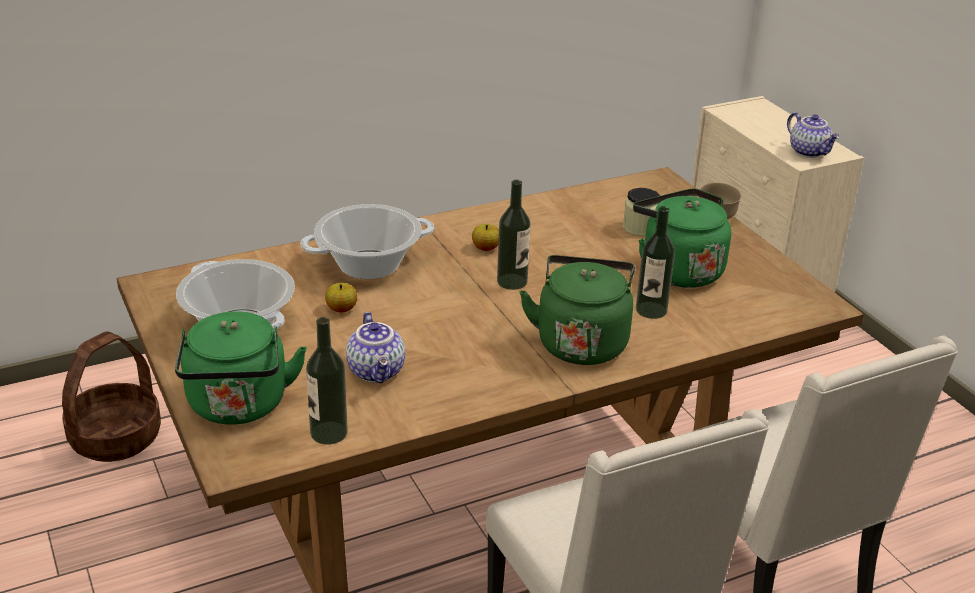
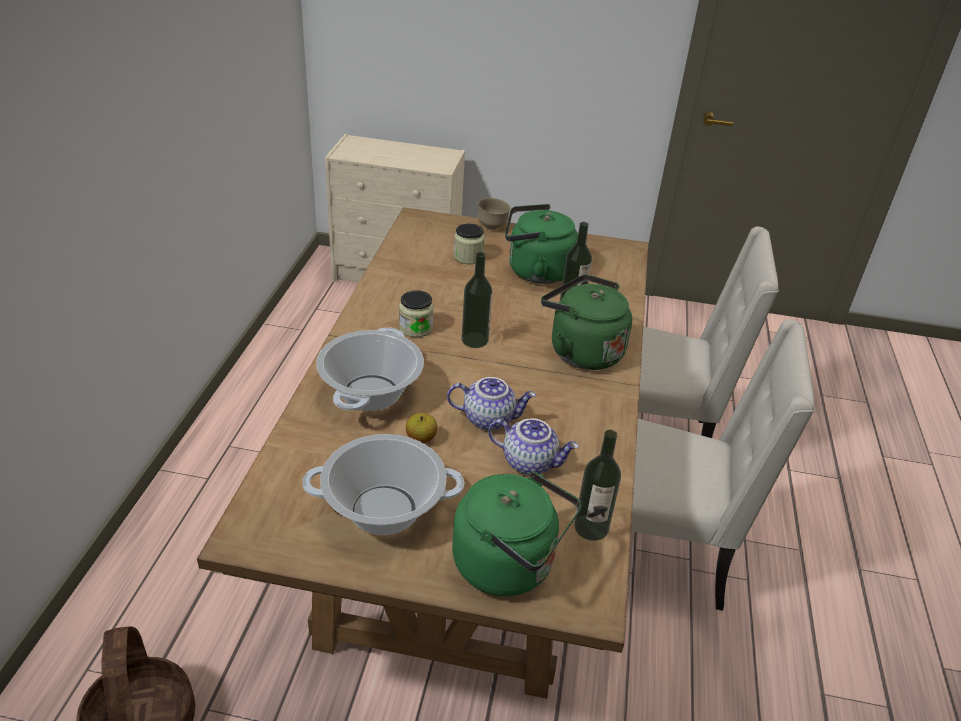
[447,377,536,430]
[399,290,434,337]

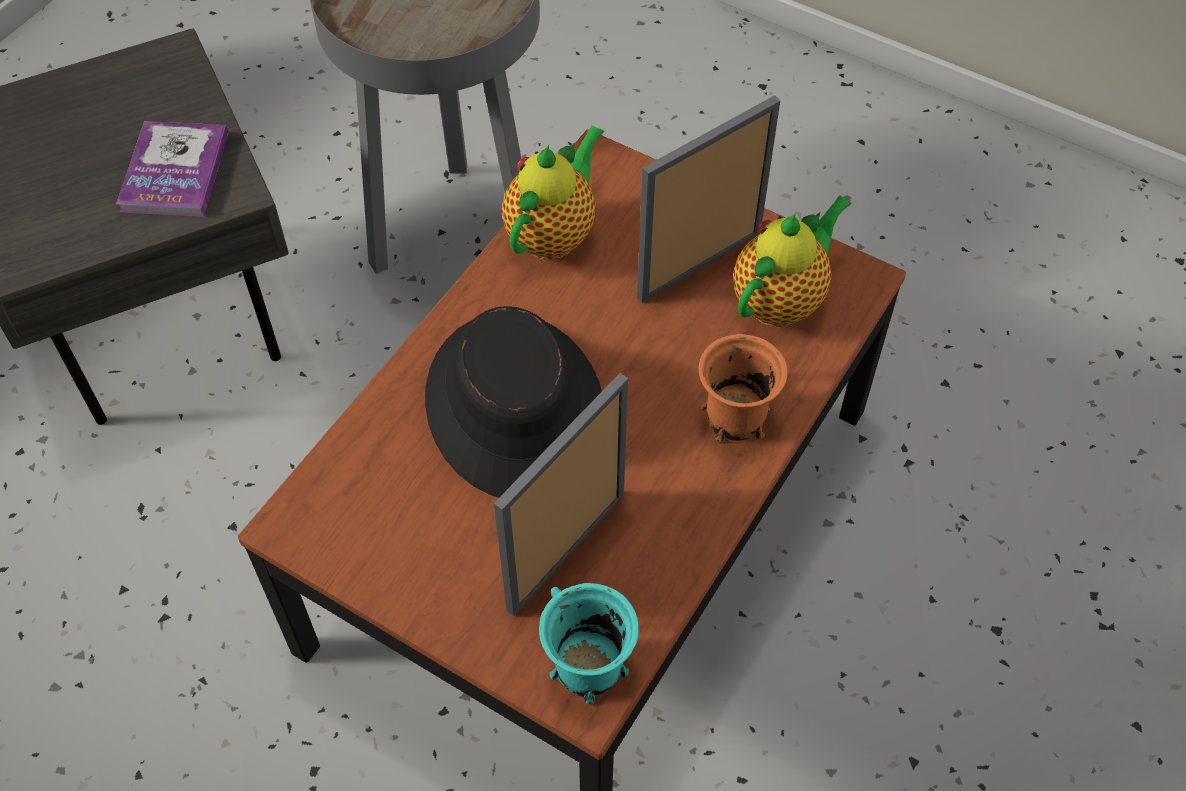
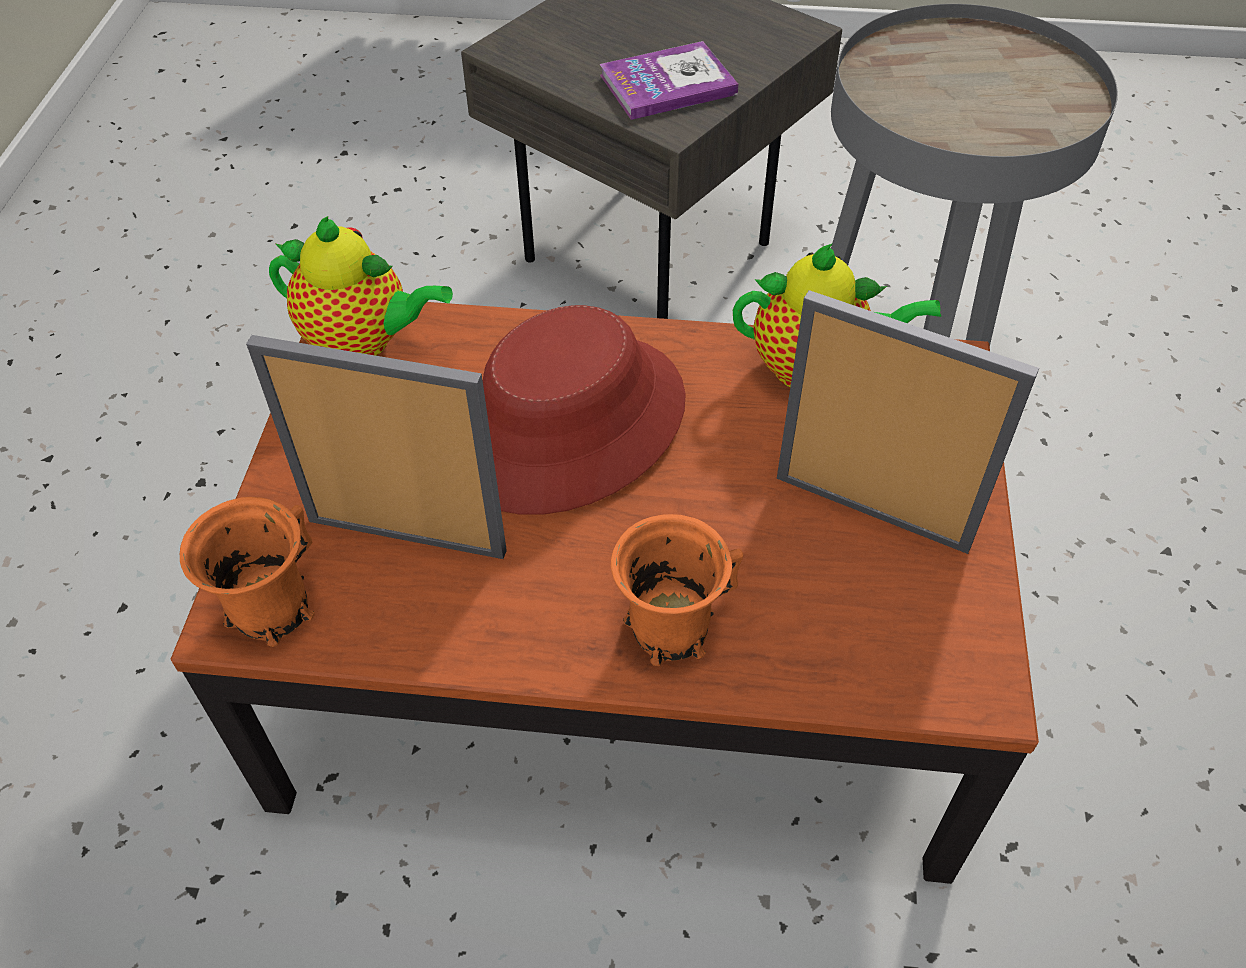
[269,216,453,356]
[483,305,686,515]
[180,497,315,647]

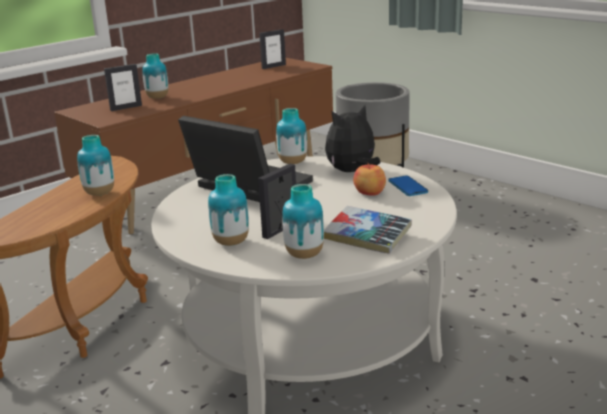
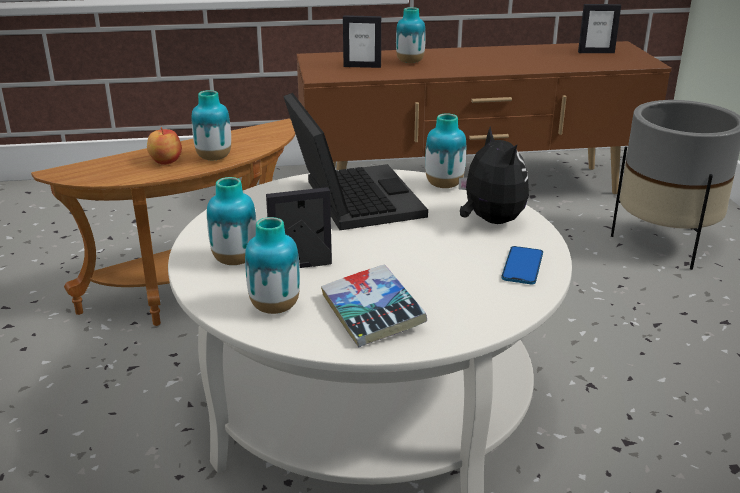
[147,127,182,165]
[459,127,529,224]

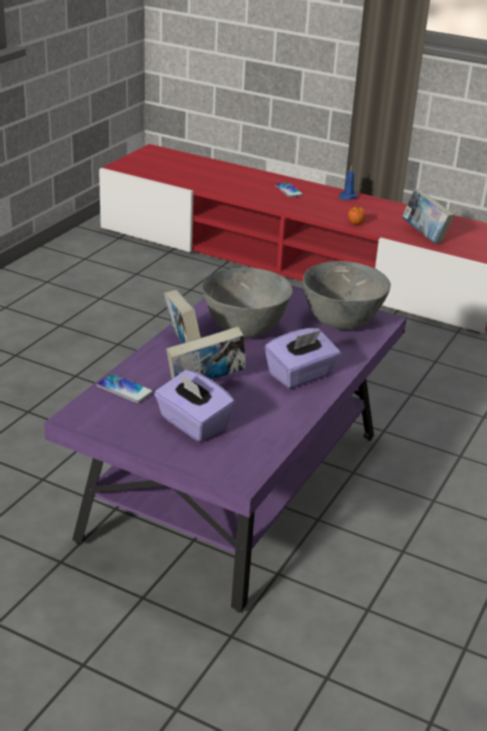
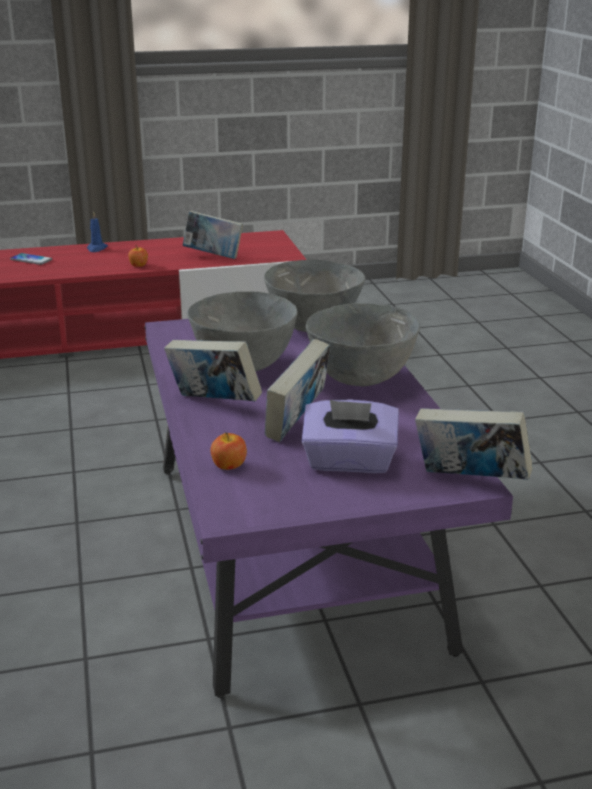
[415,408,533,480]
[211,432,247,470]
[306,303,420,387]

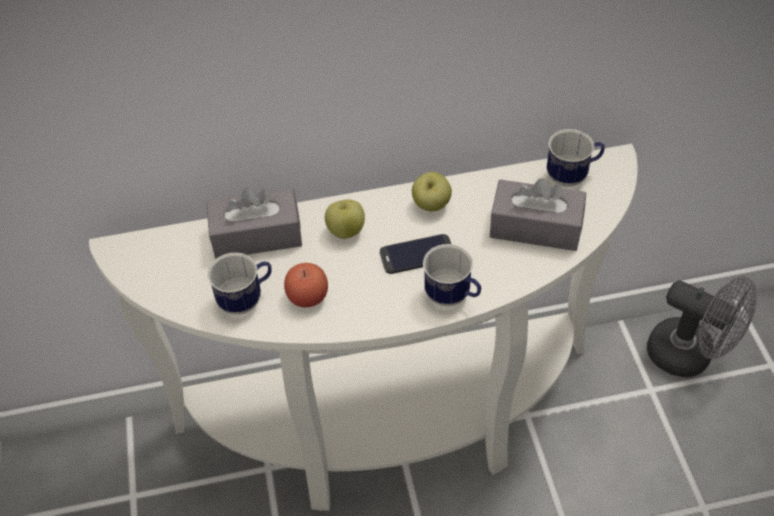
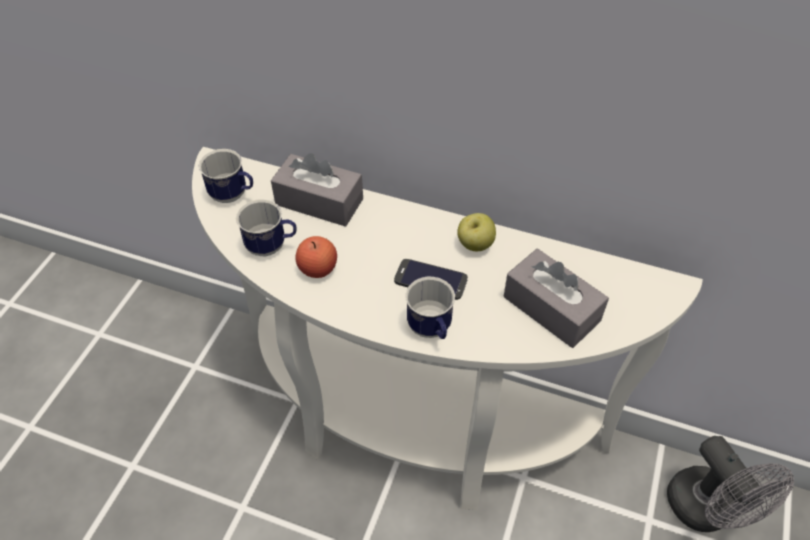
[325,200,365,239] (first image)
[199,149,253,203]

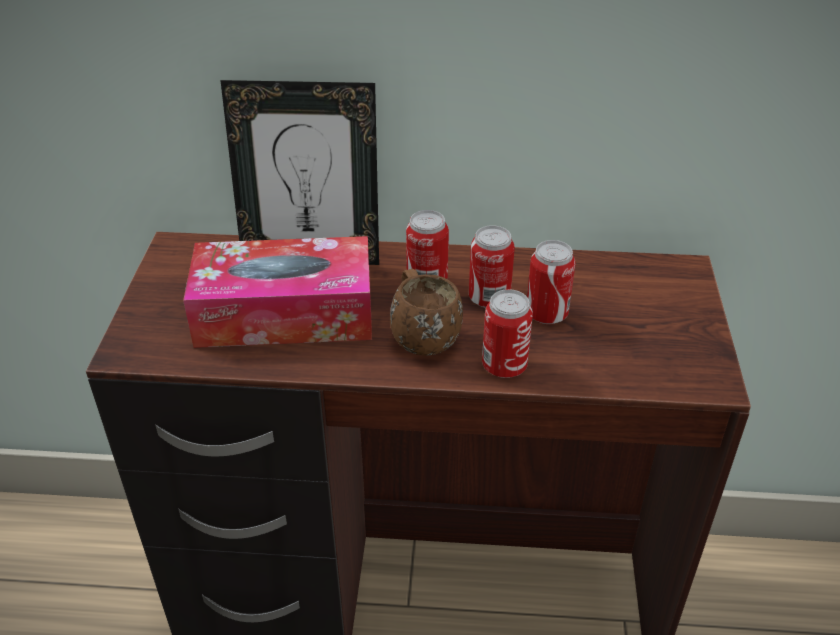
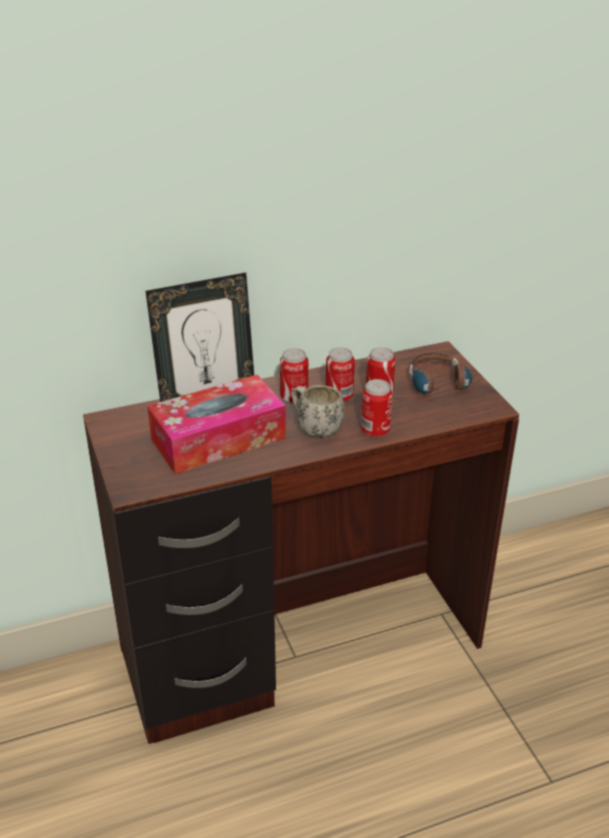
[410,353,472,401]
[291,385,345,438]

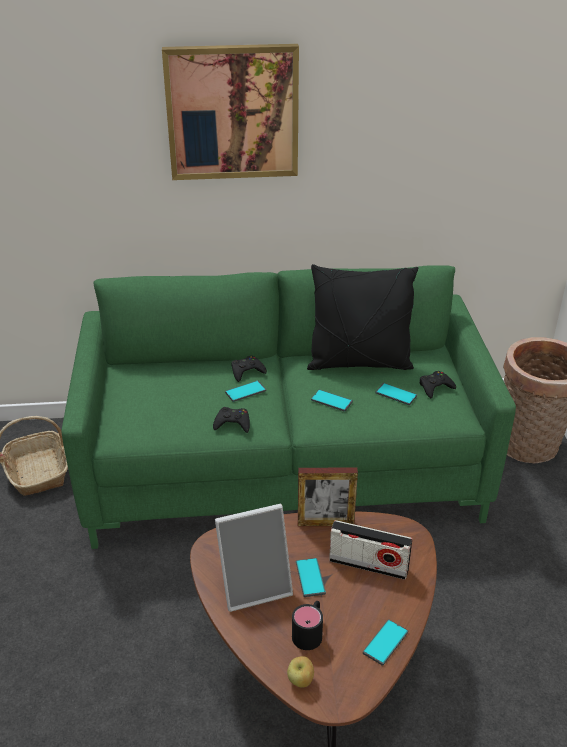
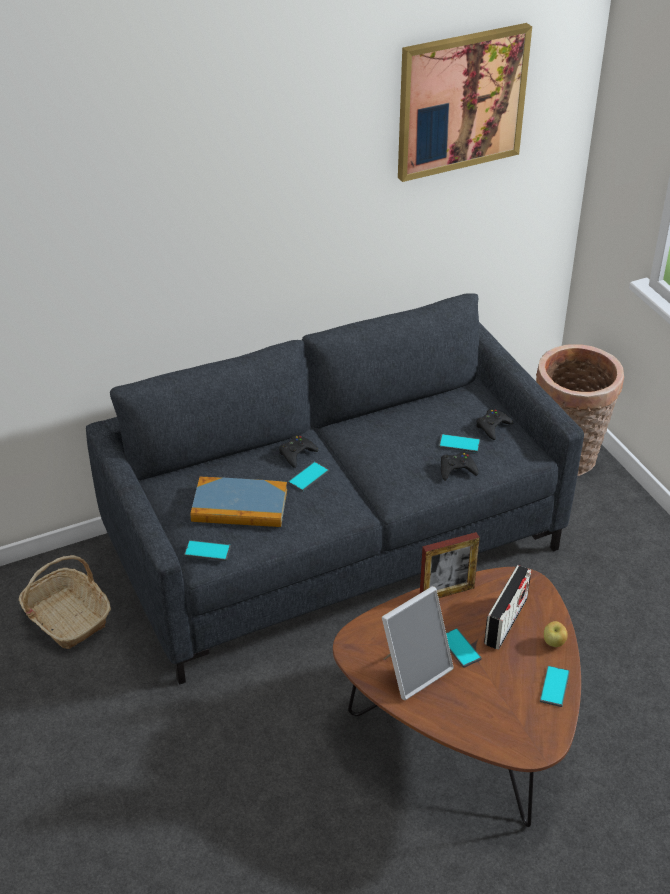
[292,601,323,650] (first image)
[307,264,418,370] (first image)
[191,477,287,527]
[398,23,532,182]
[441,452,478,481]
[544,621,568,647]
[184,540,231,561]
[86,293,584,685]
[484,565,531,650]

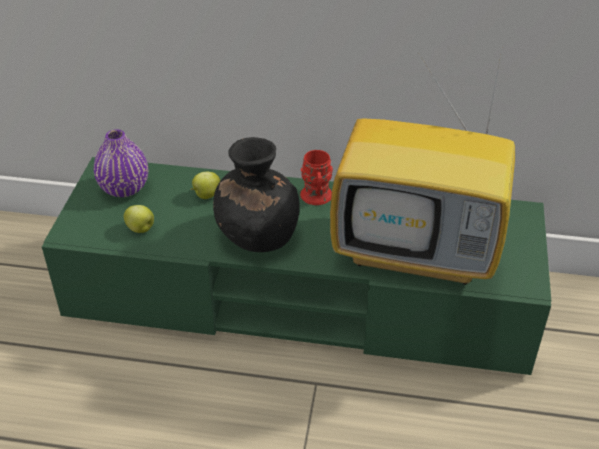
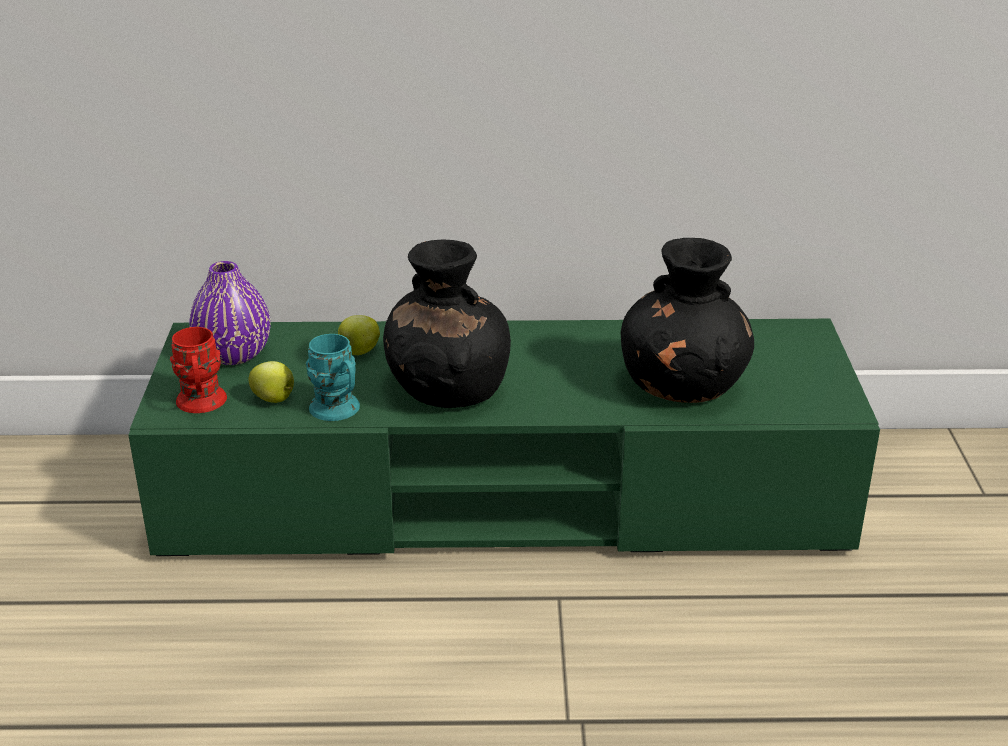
[306,334,360,421]
[170,327,227,413]
[621,238,754,403]

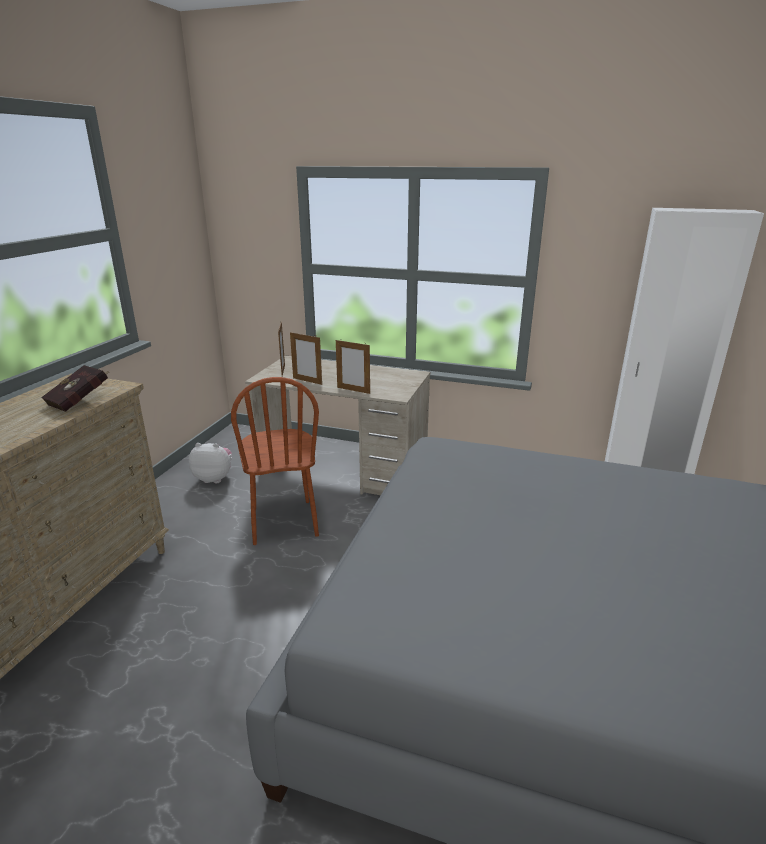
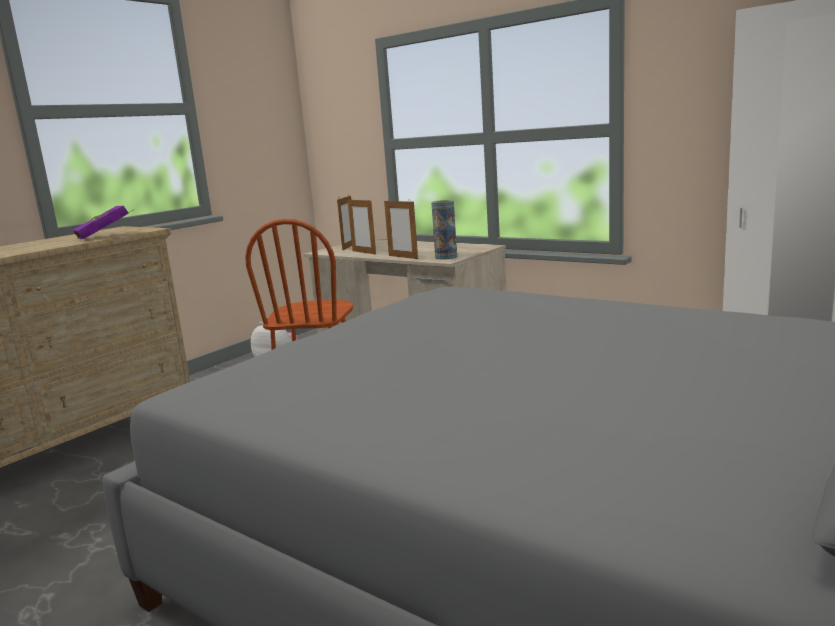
[431,200,457,260]
[72,206,133,239]

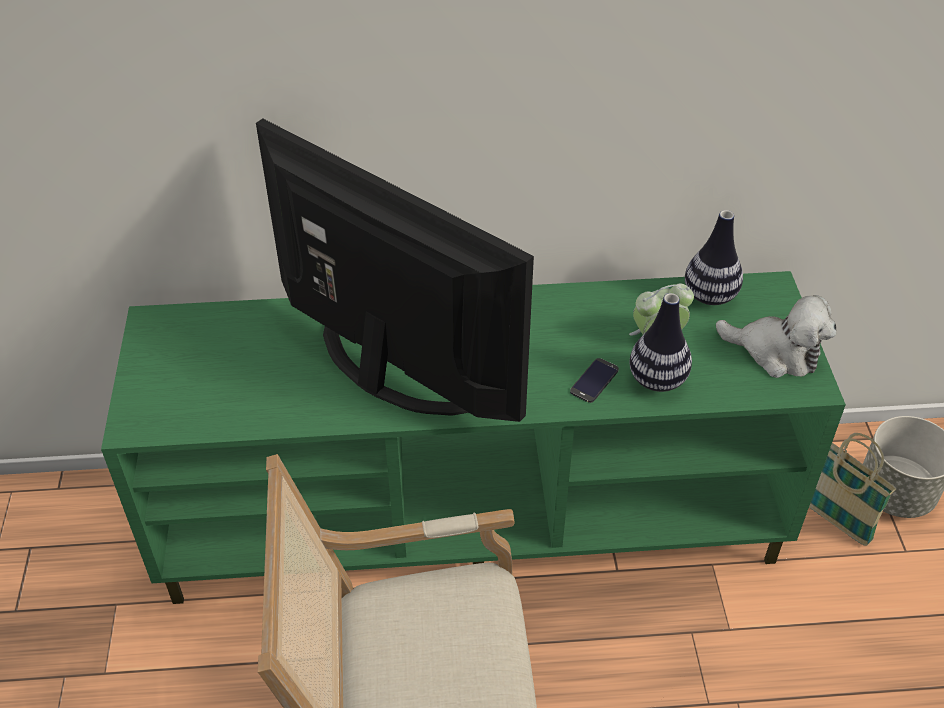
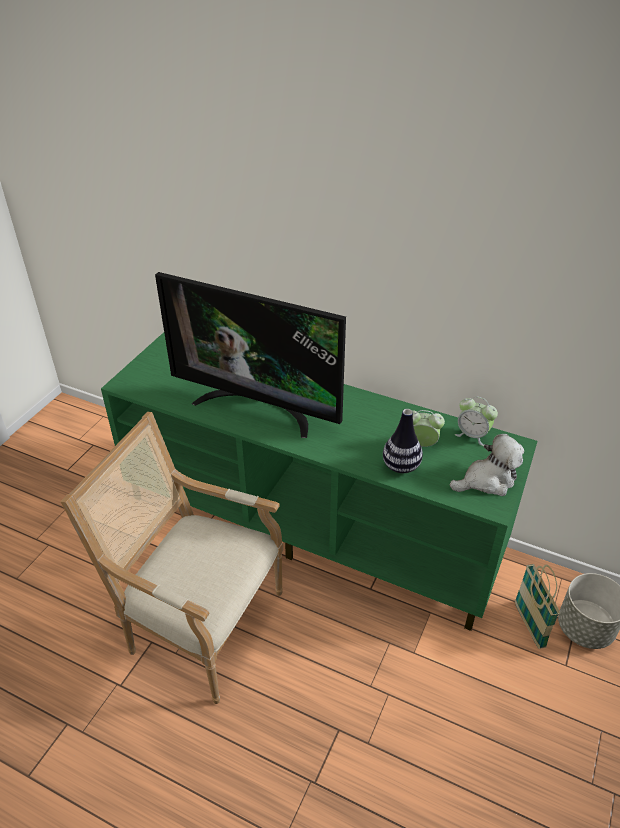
[570,358,619,403] (first image)
[455,396,498,446]
[155,272,346,438]
[449,434,524,496]

